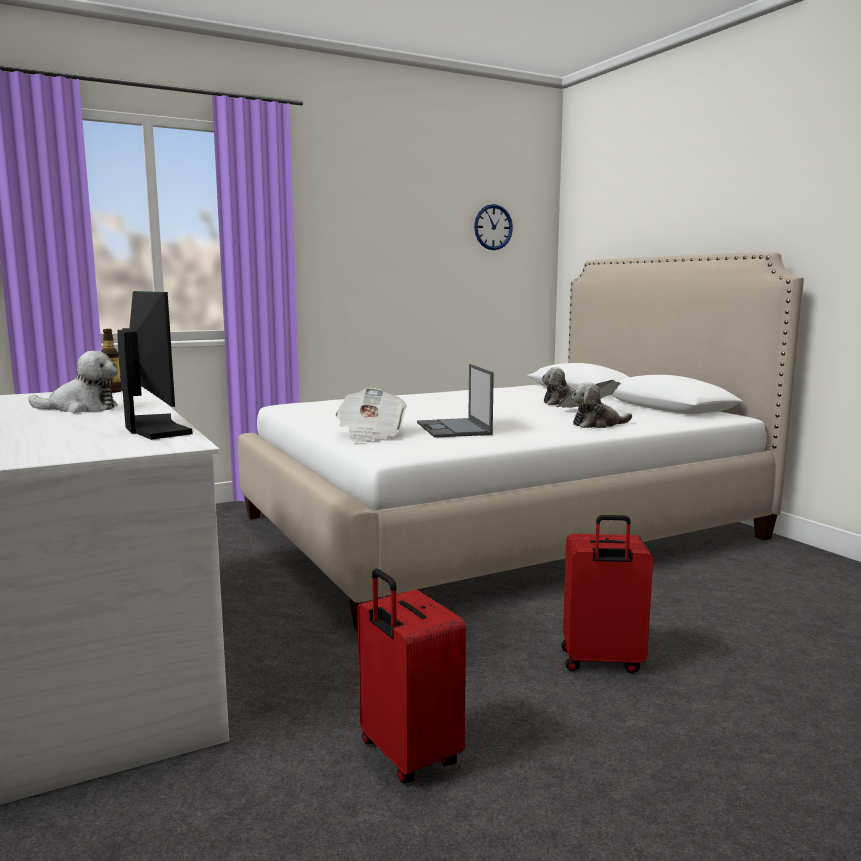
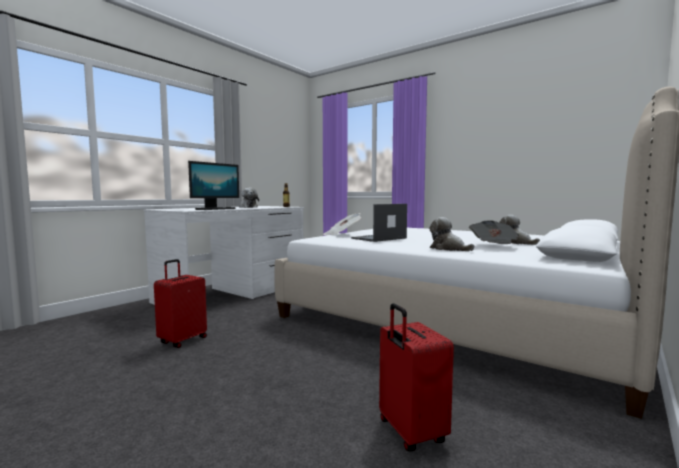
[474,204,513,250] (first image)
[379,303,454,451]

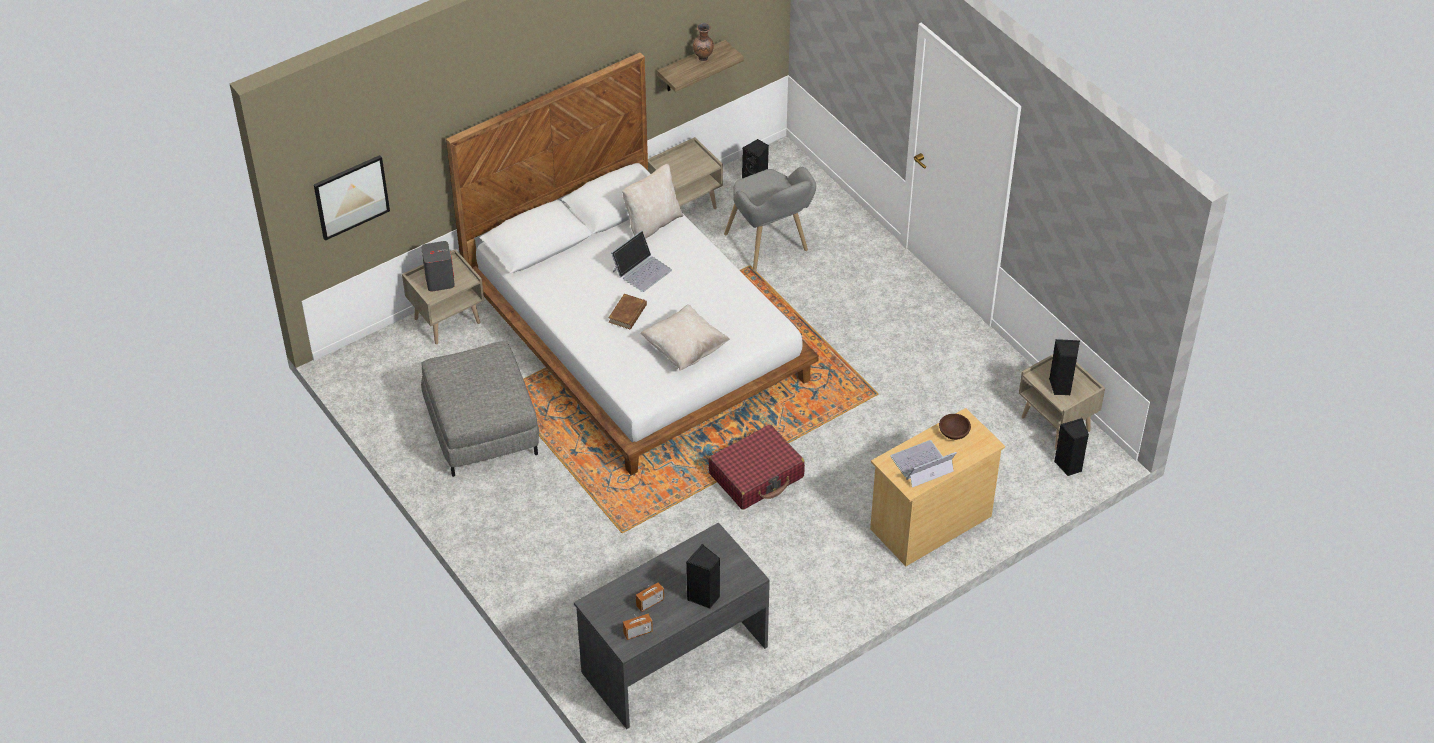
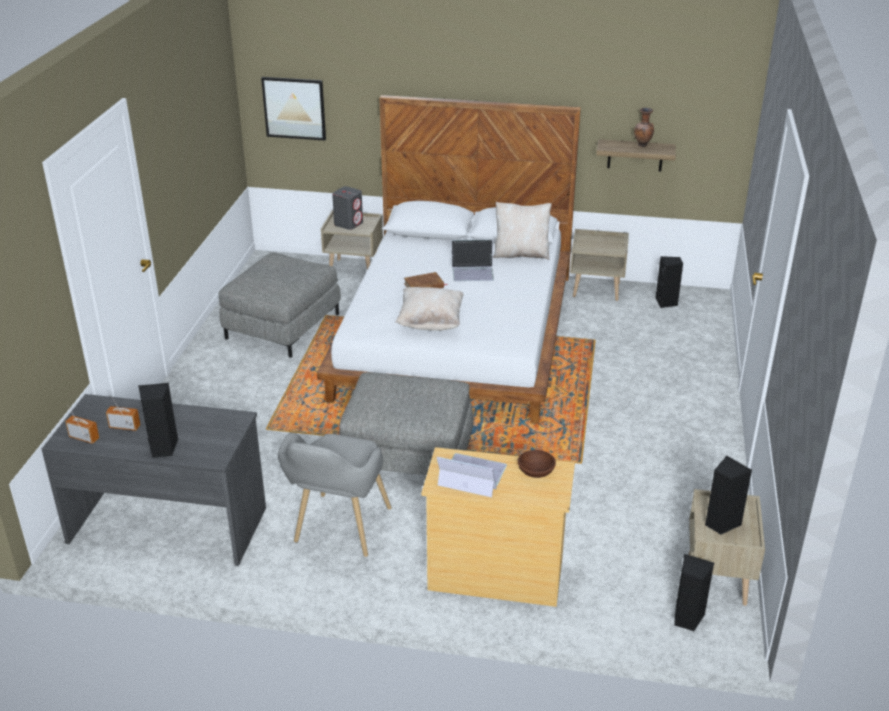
[278,432,391,557]
[339,372,474,475]

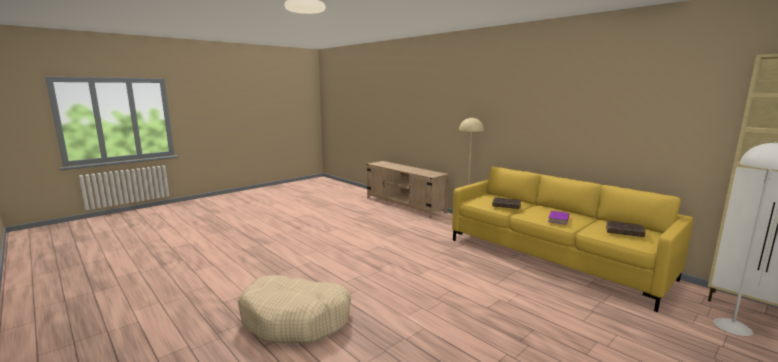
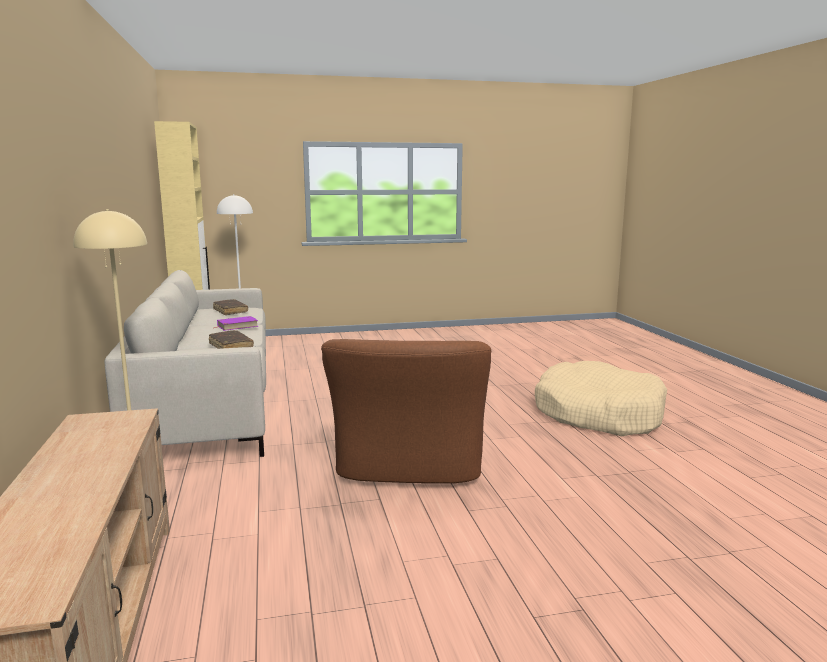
[321,339,491,483]
[105,270,266,457]

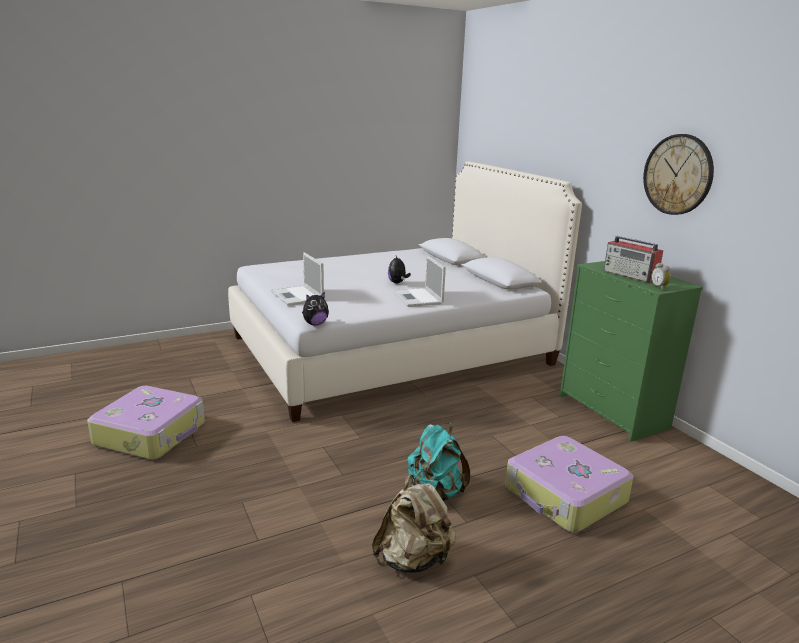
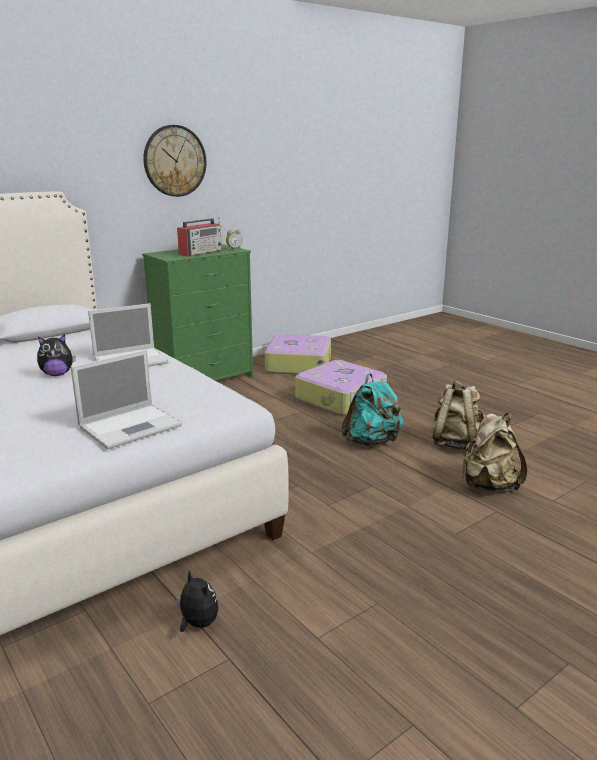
[462,413,527,491]
[265,334,331,375]
[174,570,219,632]

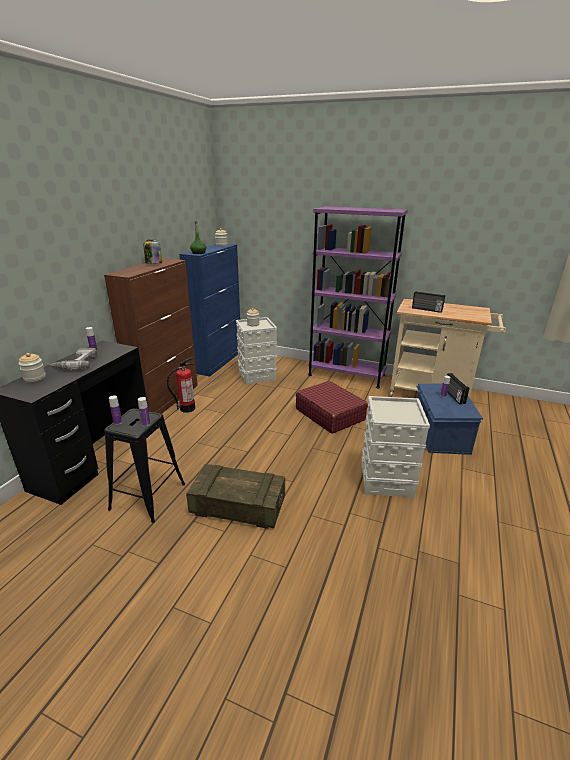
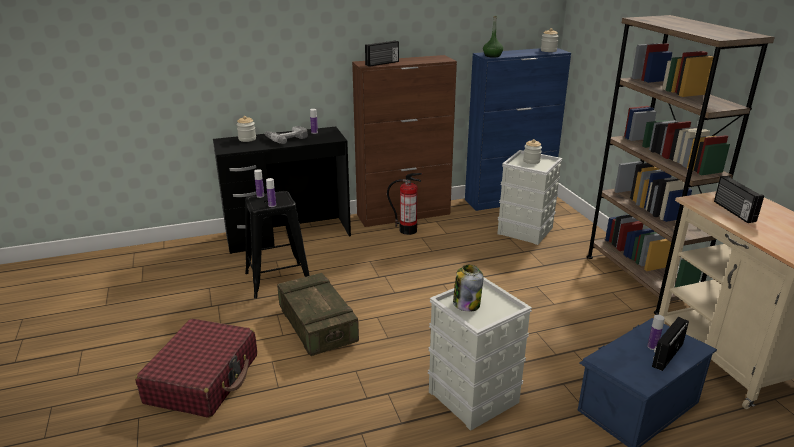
[365,40,399,67]
[453,265,483,312]
[135,319,257,418]
[587,15,775,315]

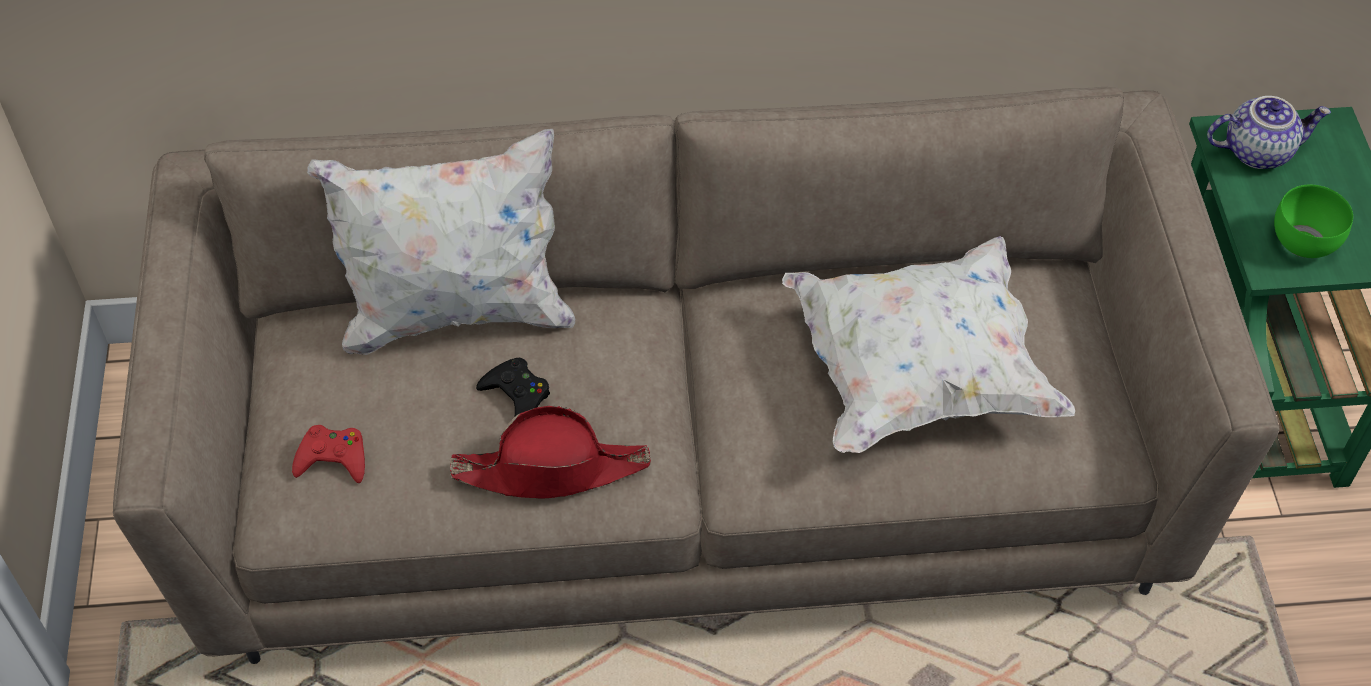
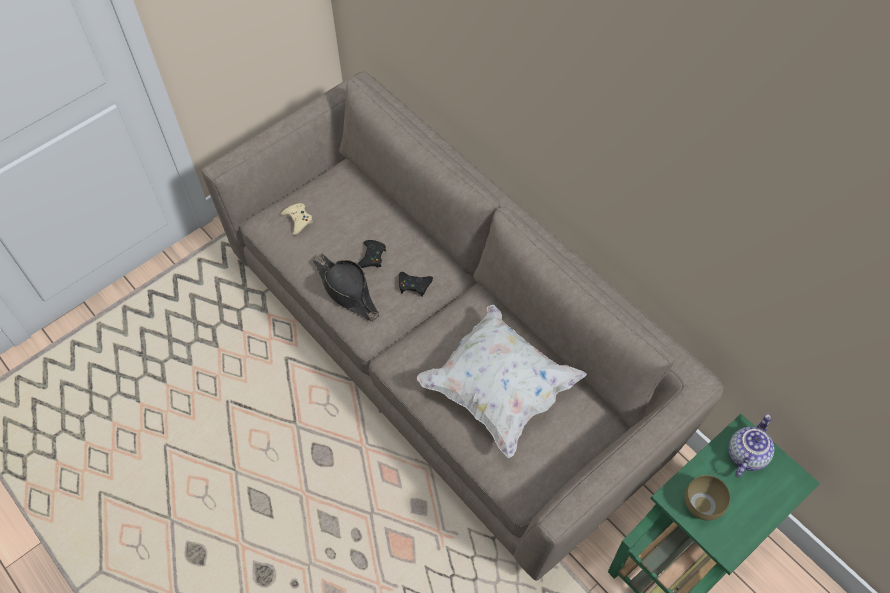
[307,129,575,355] (first image)
[399,272,433,297]
[281,203,313,235]
[313,254,380,321]
[685,475,730,521]
[728,414,774,478]

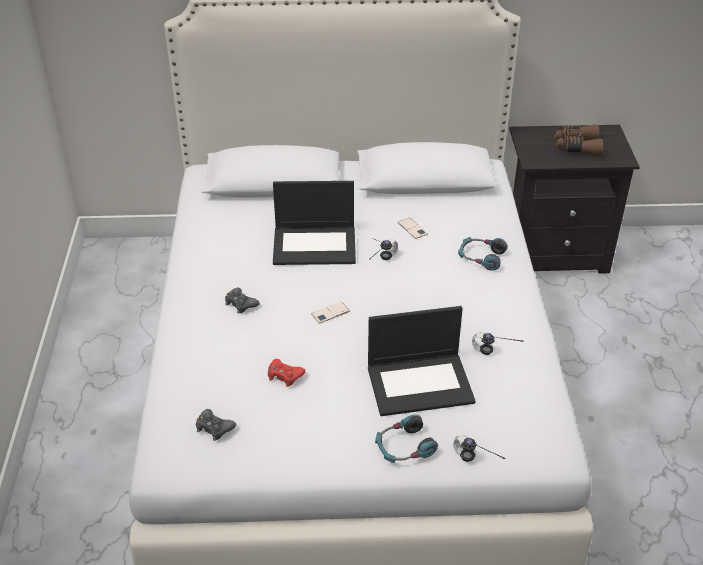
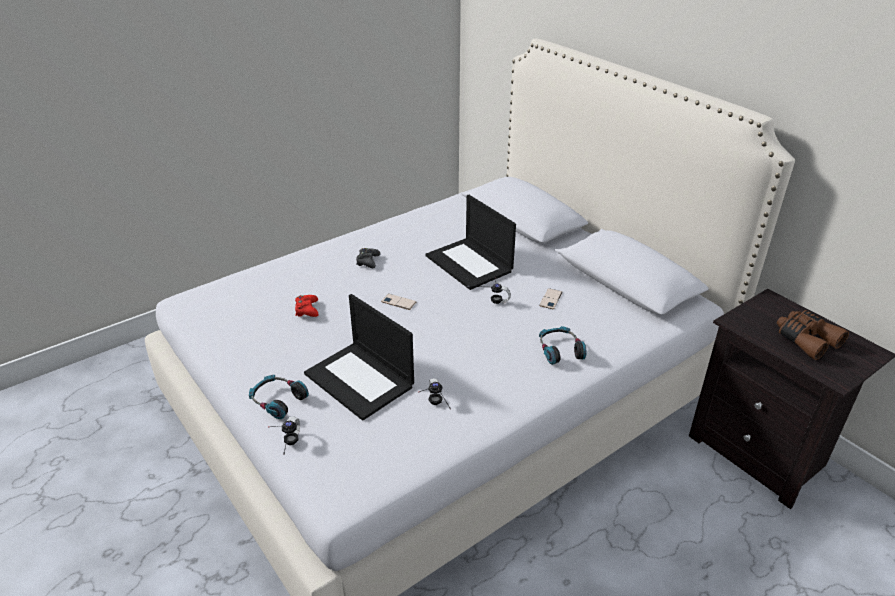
[196,409,236,441] (first image)

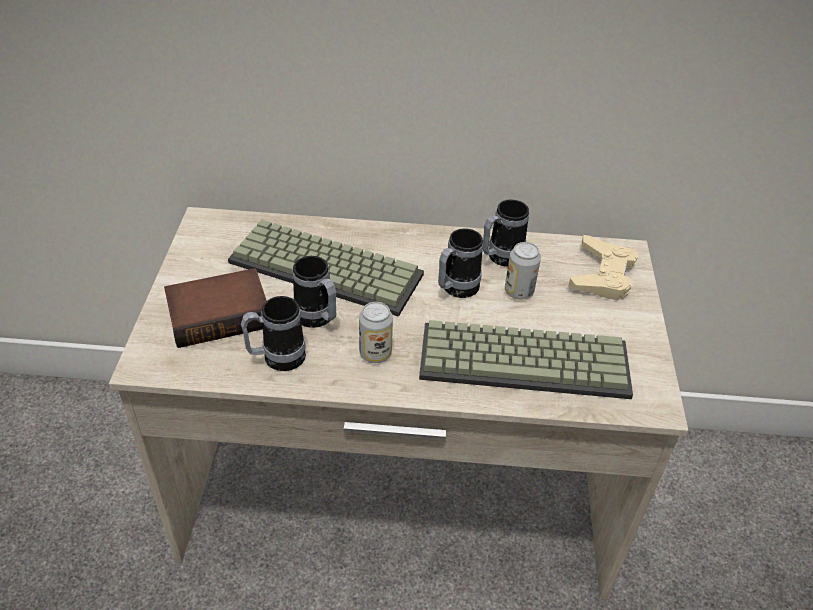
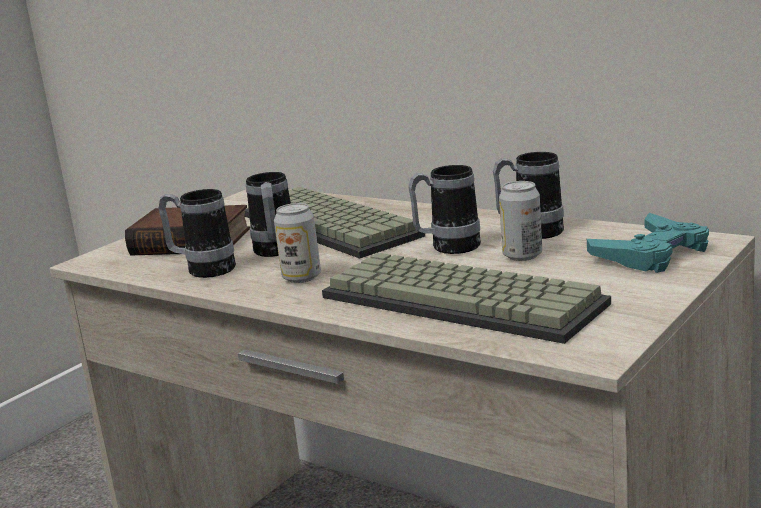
[587,213,709,273]

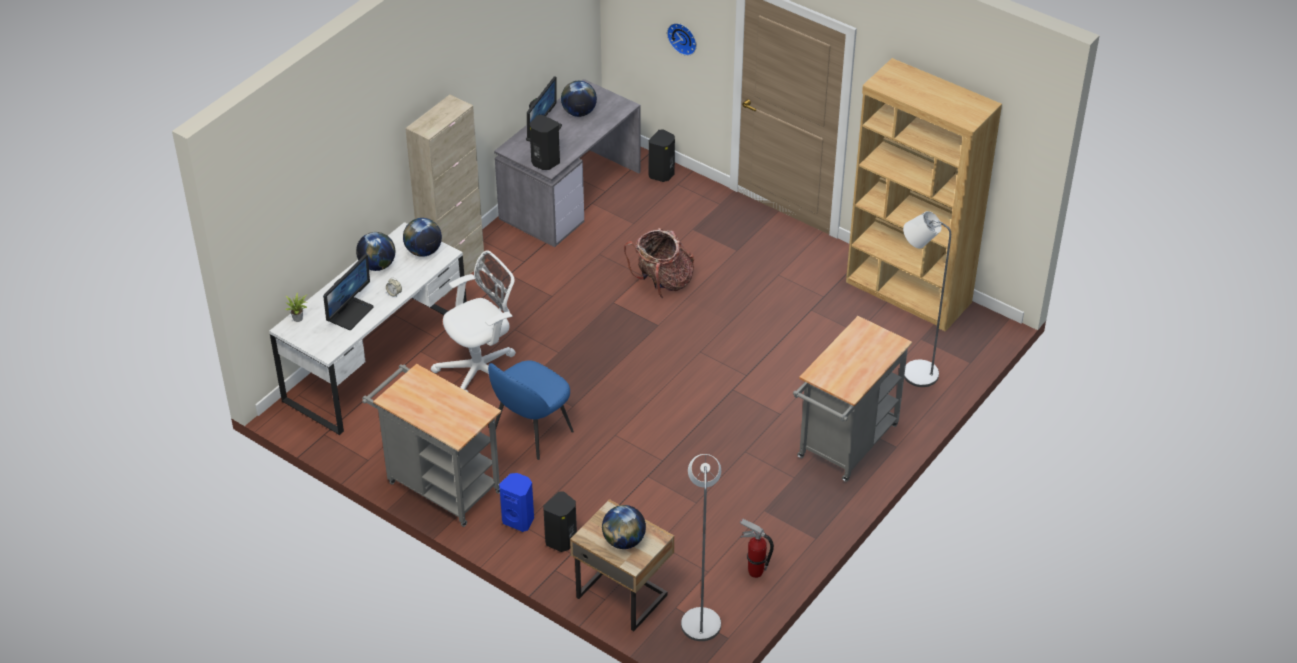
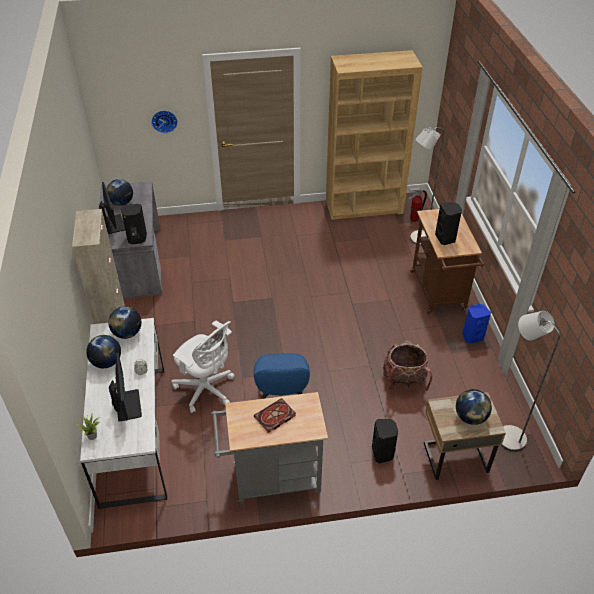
[254,398,296,433]
[462,304,491,344]
[383,340,432,391]
[435,202,462,245]
[408,188,427,222]
[410,209,485,314]
[172,321,234,413]

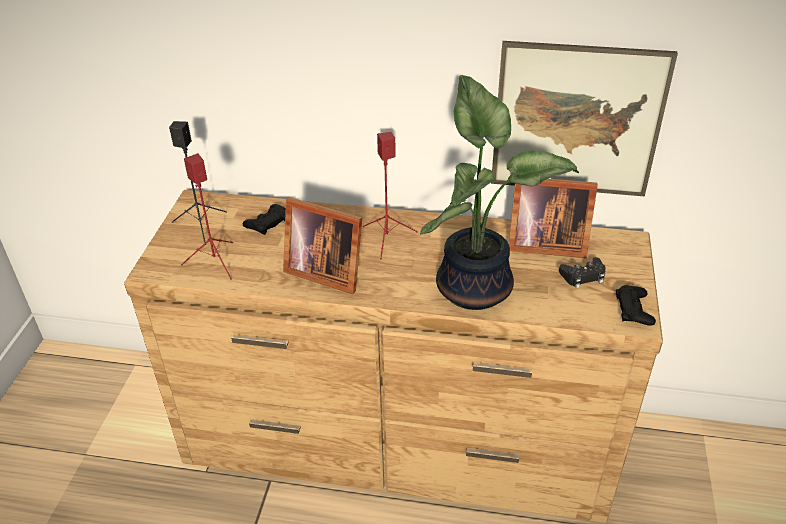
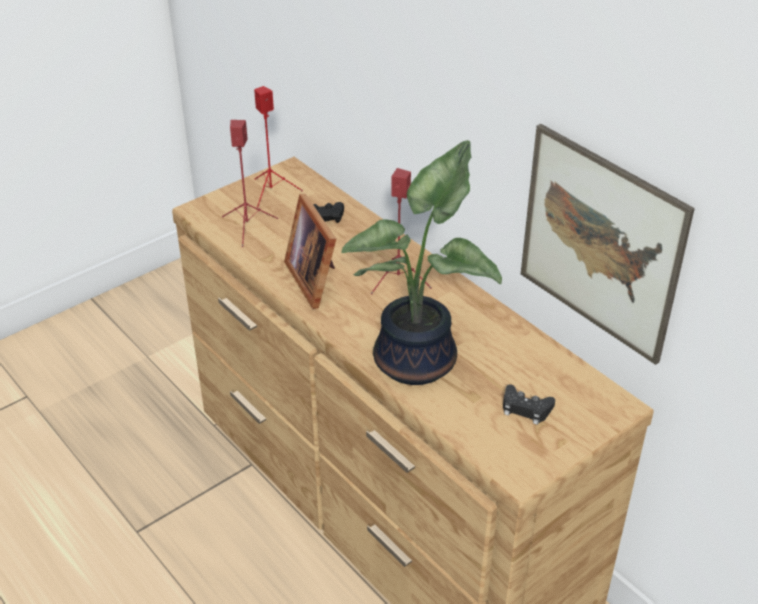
[509,179,598,258] (first image)
[616,285,656,326] (first image)
[254,86,303,210]

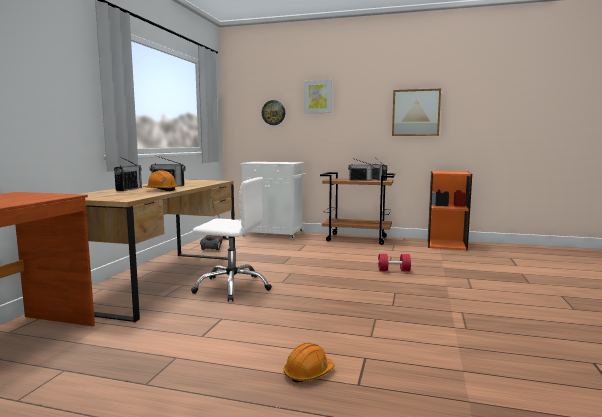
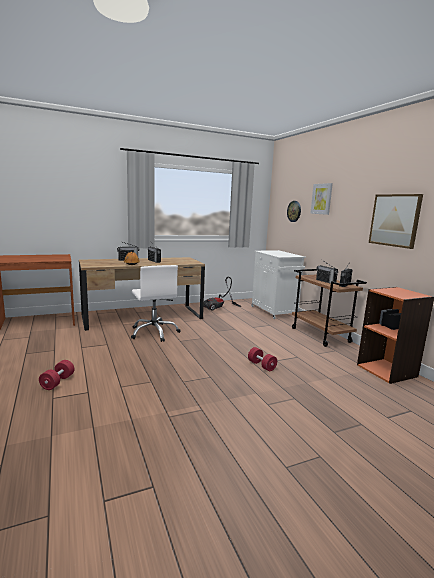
[39,360,74,390]

